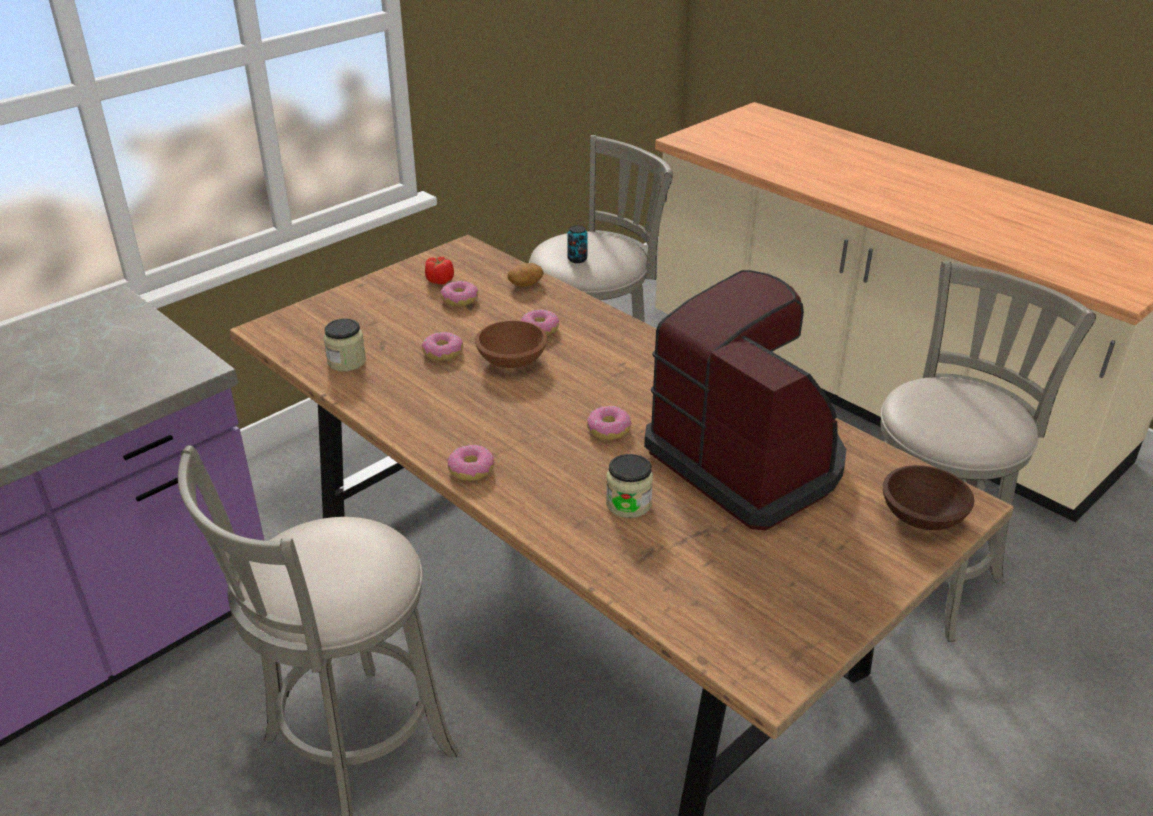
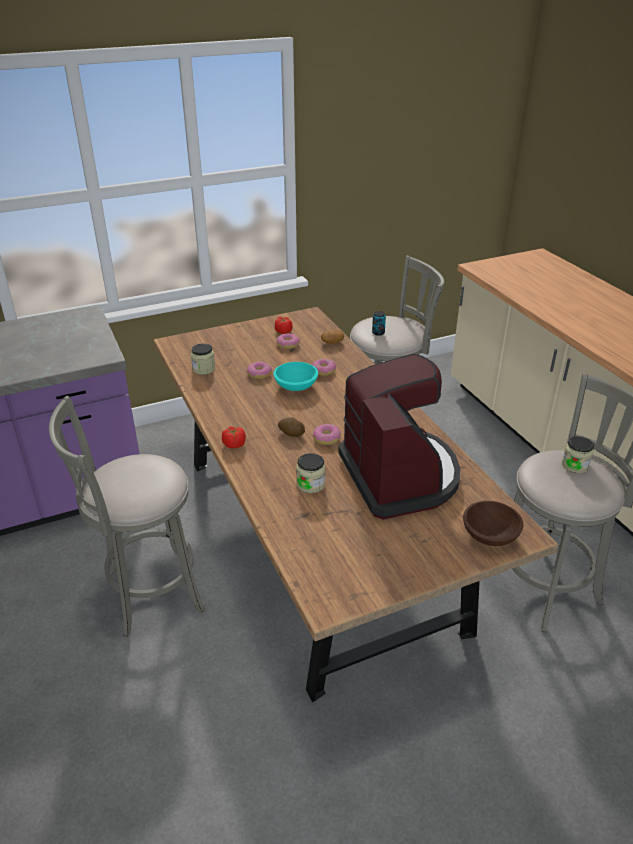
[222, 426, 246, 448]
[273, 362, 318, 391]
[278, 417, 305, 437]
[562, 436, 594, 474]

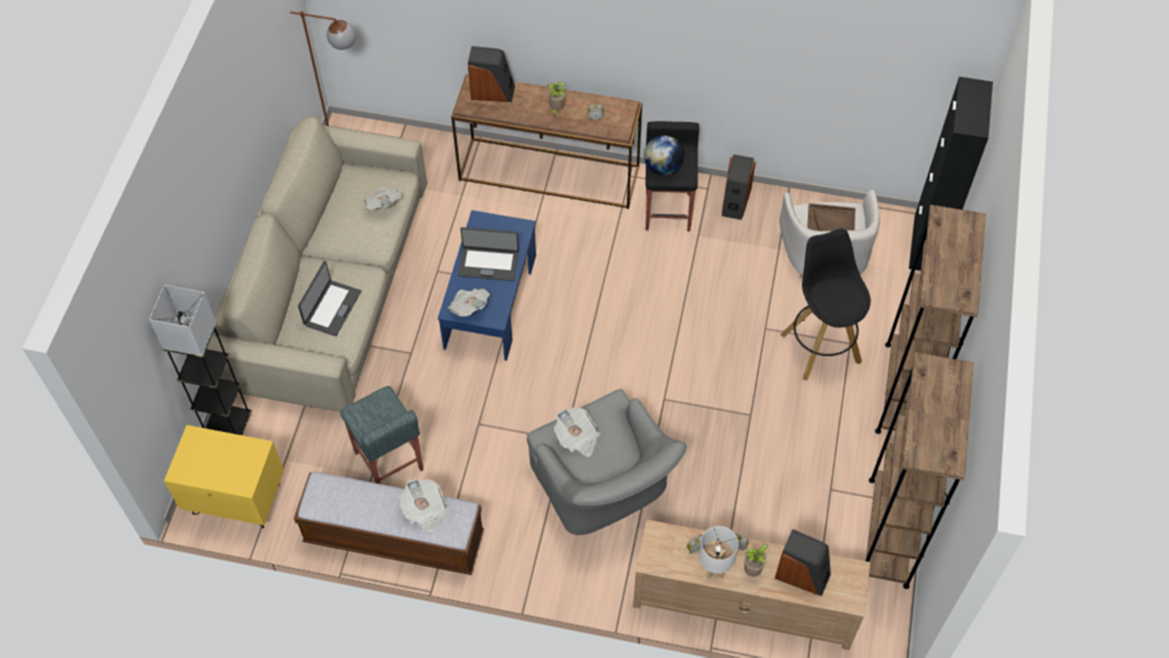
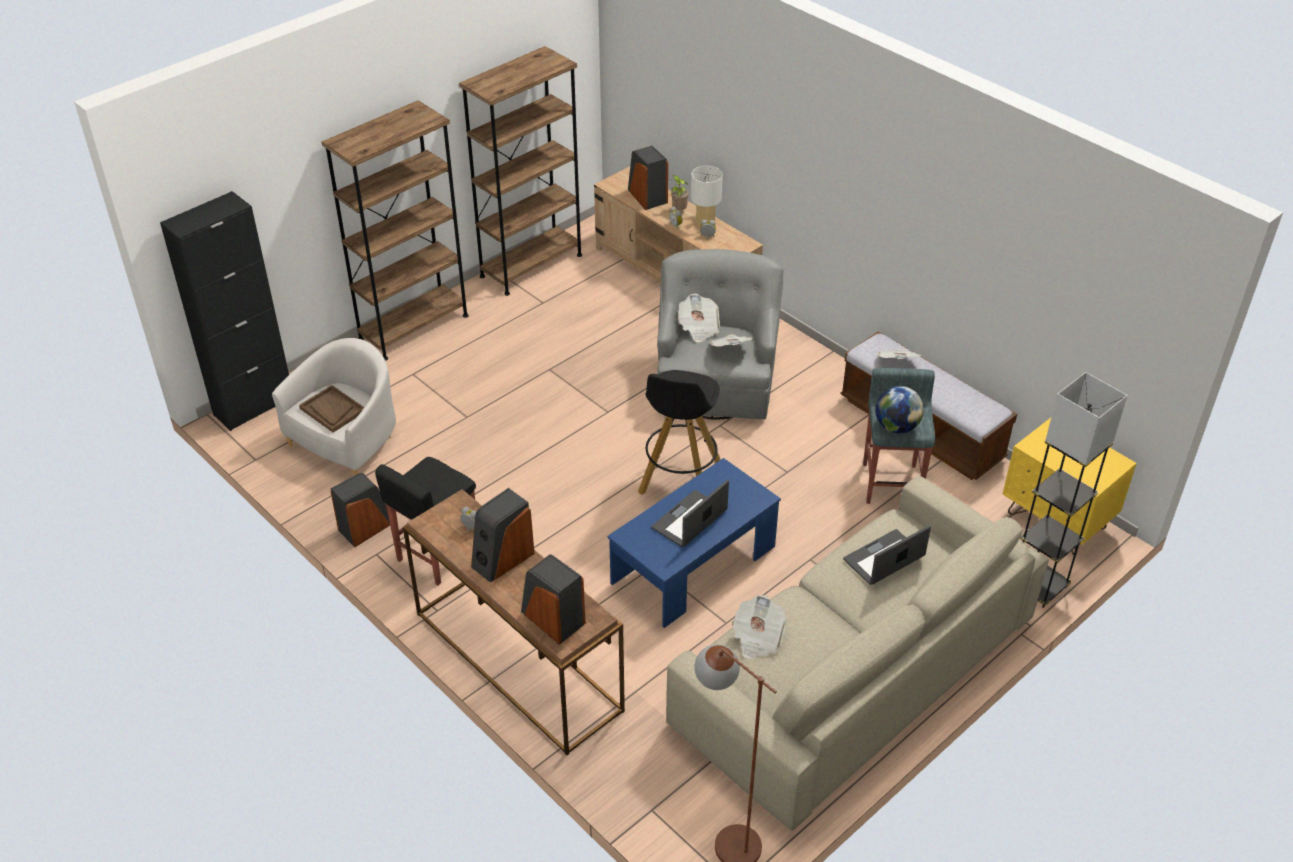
[677, 294, 720, 343]
[651, 480, 729, 547]
[471, 488, 535, 583]
[875, 386, 924, 434]
[638, 370, 721, 495]

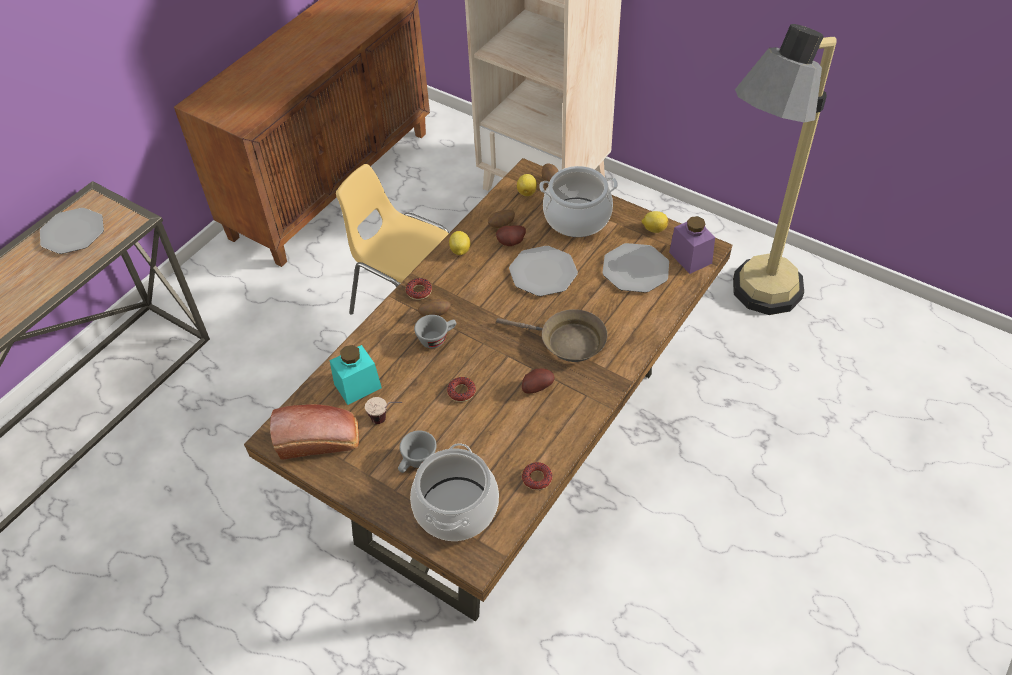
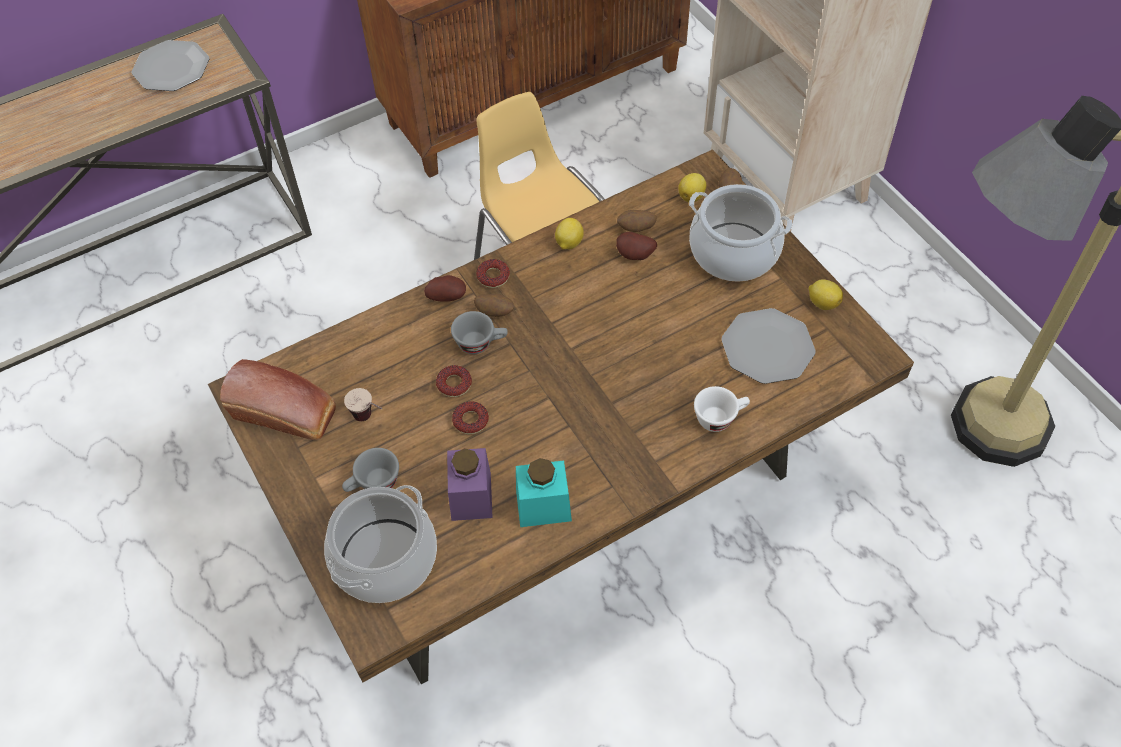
[516, 458, 572, 527]
[496, 309, 607, 362] (first image)
[509, 246, 578, 296] (first image)
[424, 275, 466, 301]
[436, 365, 472, 397]
[447, 448, 493, 521]
[694, 386, 750, 432]

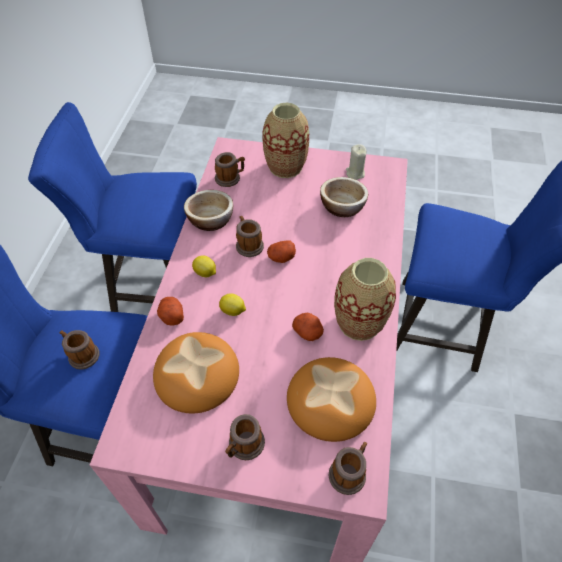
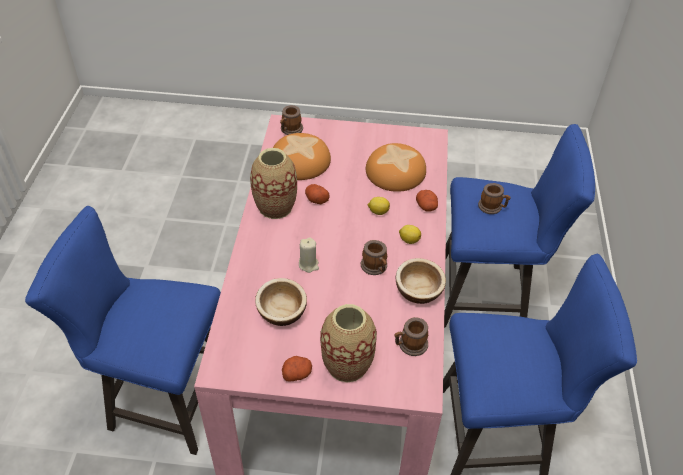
[225, 414, 265, 460] (first image)
[282, 356, 312, 382]
[299, 237, 319, 273]

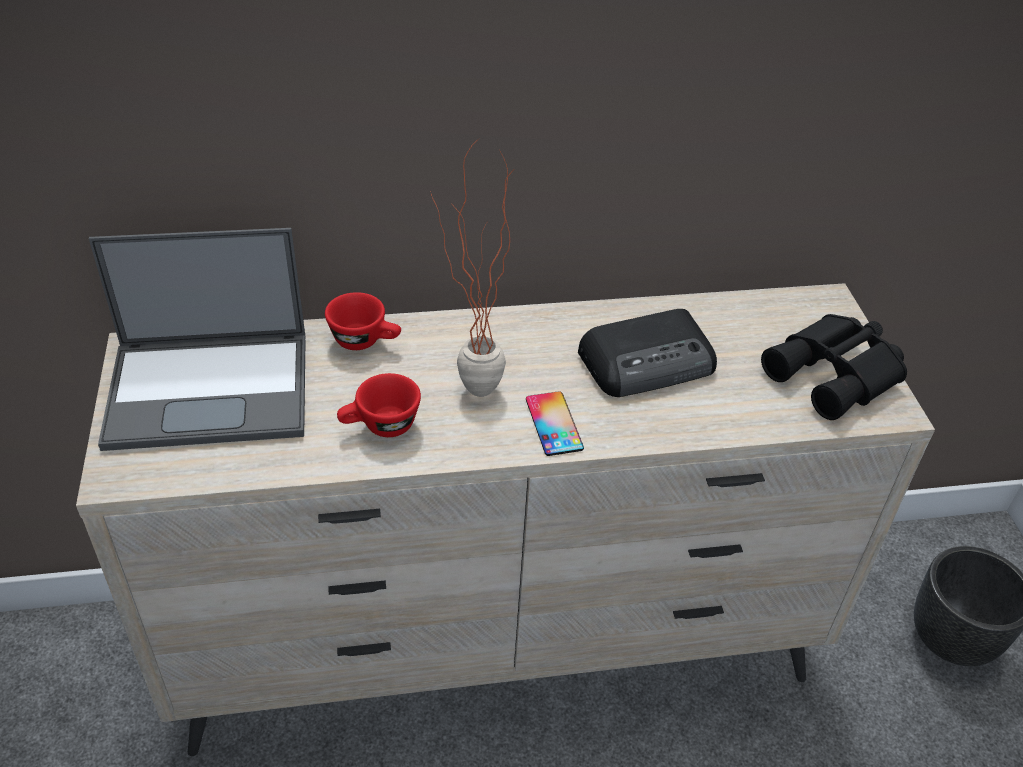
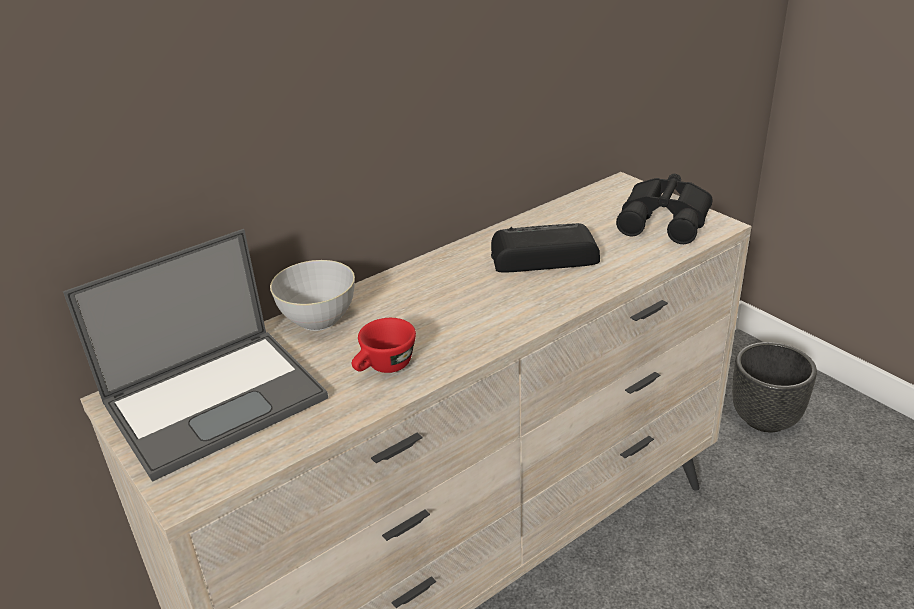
[270, 260, 355, 331]
[430, 144, 515, 397] (first image)
[526, 391, 584, 456] (first image)
[491, 223, 600, 272]

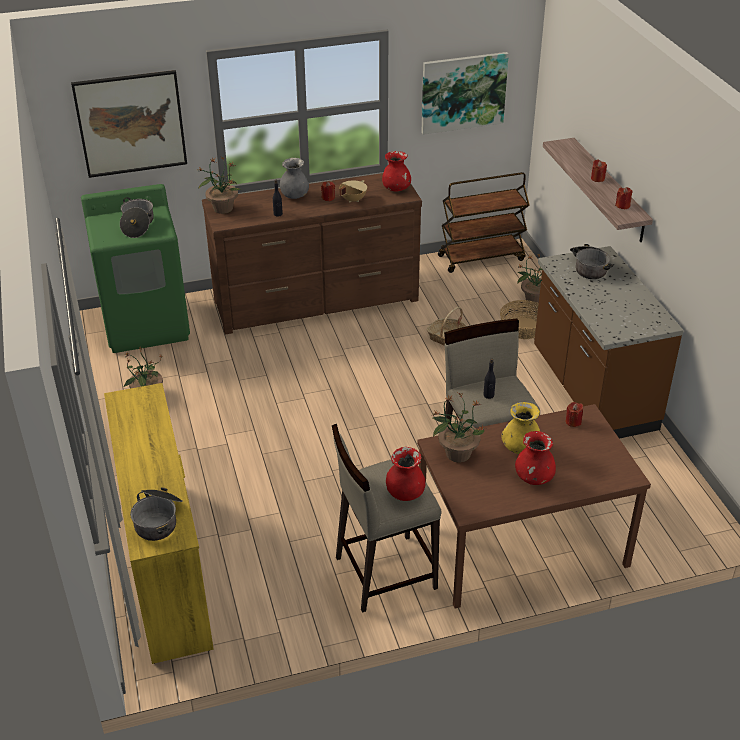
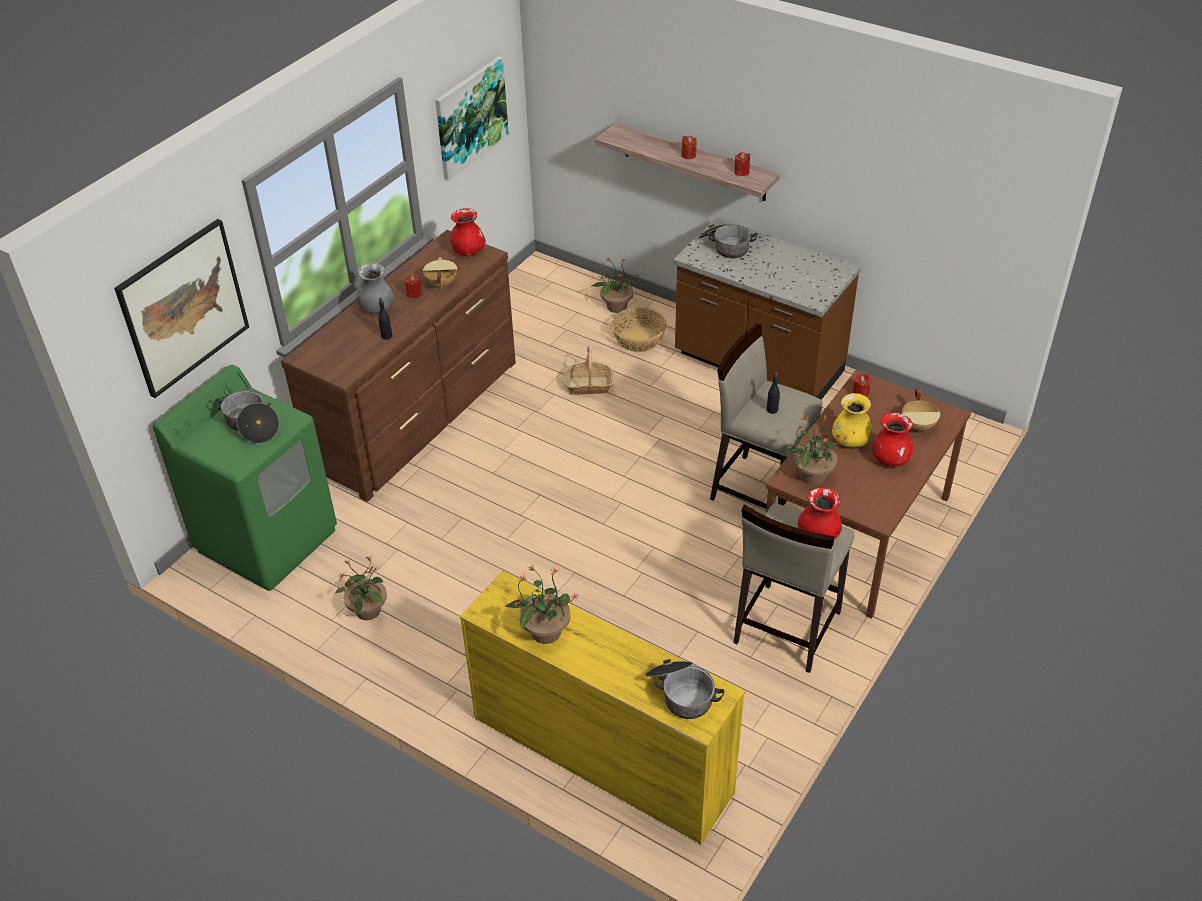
[505, 566, 578, 644]
[438, 172, 530, 273] (first image)
[902, 388, 940, 432]

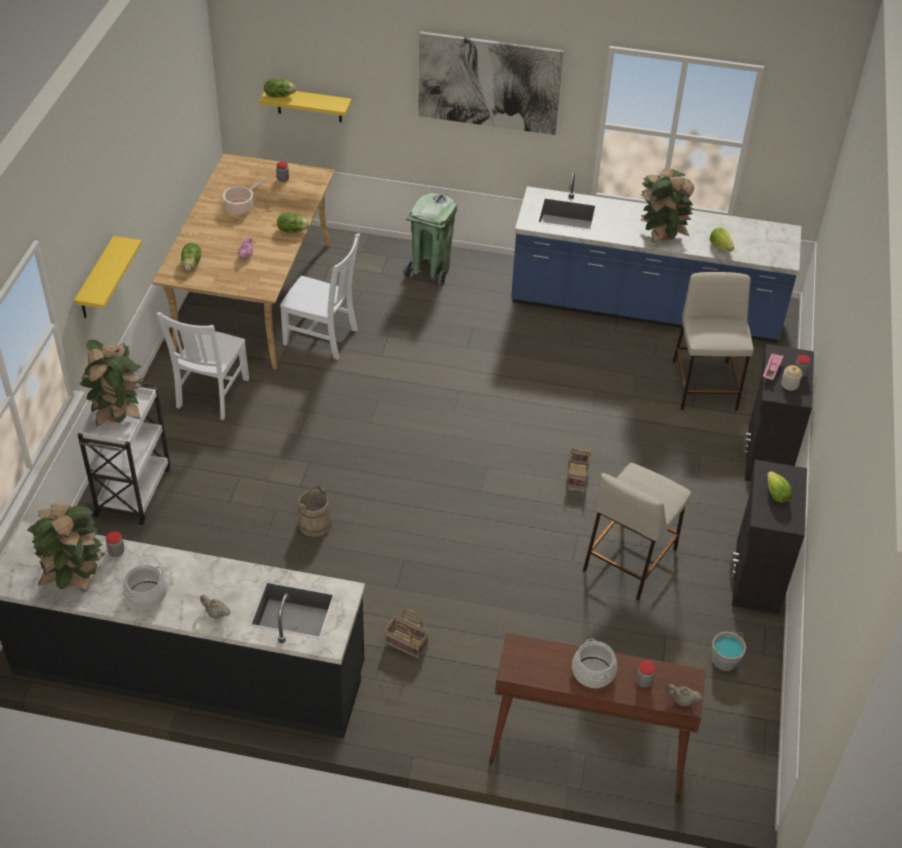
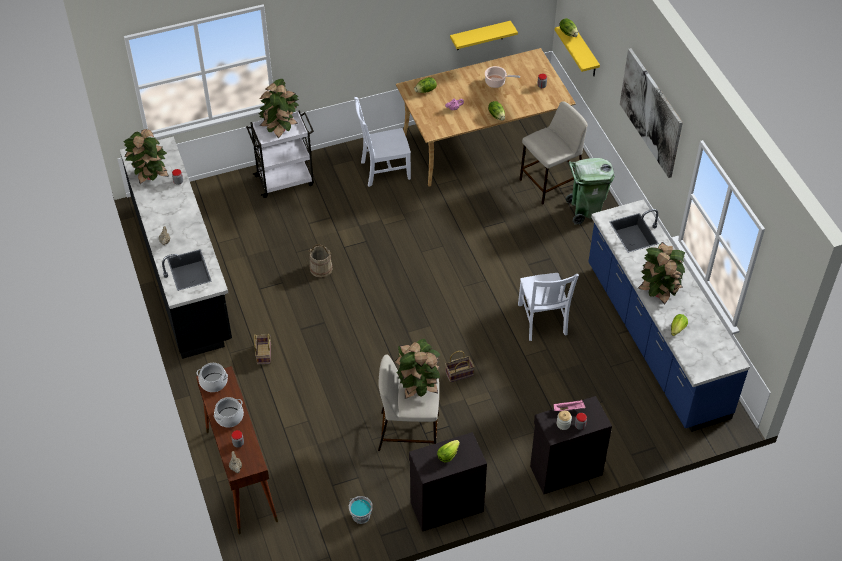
[450, 21, 518, 50]
[197, 363, 228, 392]
[518, 273, 579, 341]
[519, 101, 588, 205]
[394, 339, 441, 399]

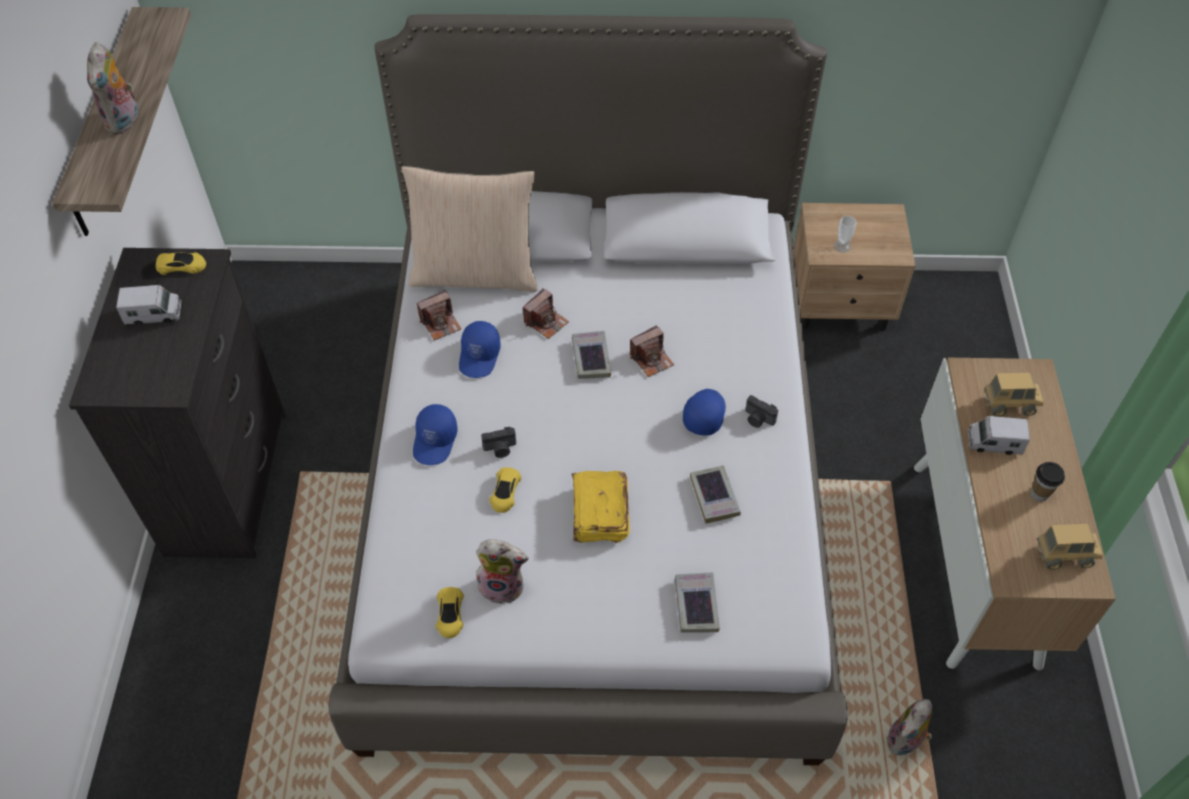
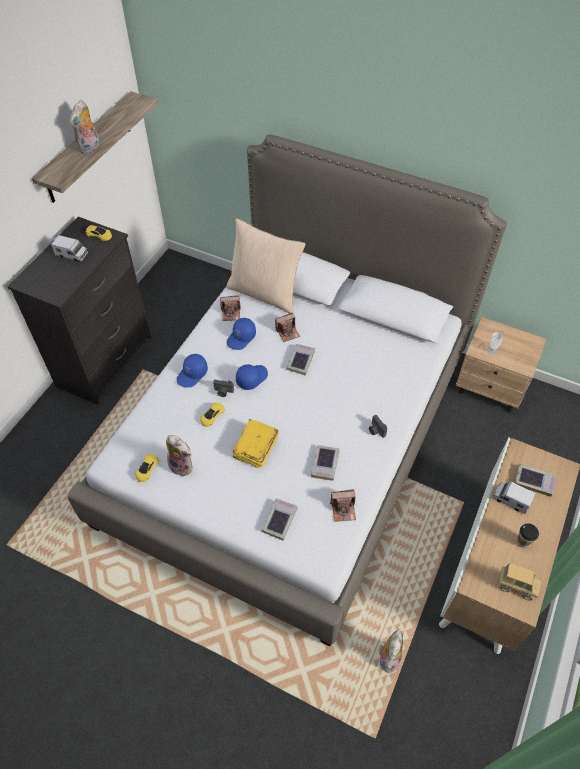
[330, 489, 356, 522]
[236, 364, 268, 390]
[379, 629, 403, 673]
[514, 464, 556, 497]

